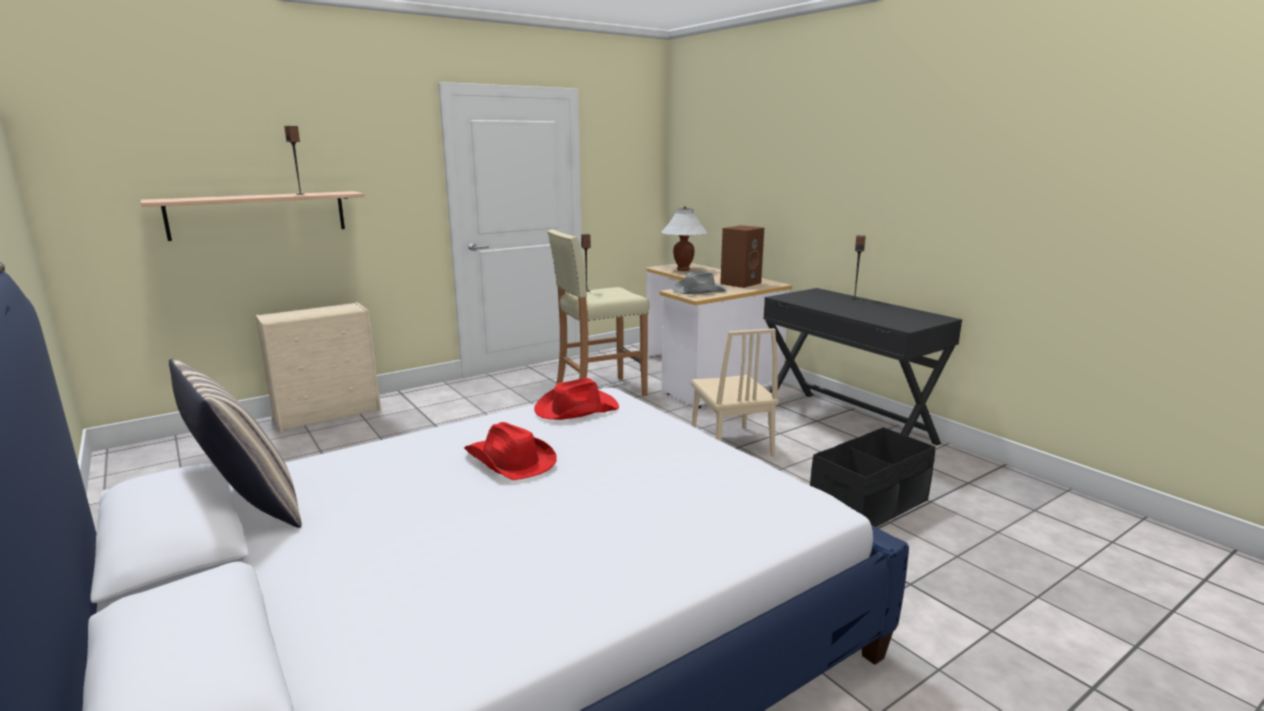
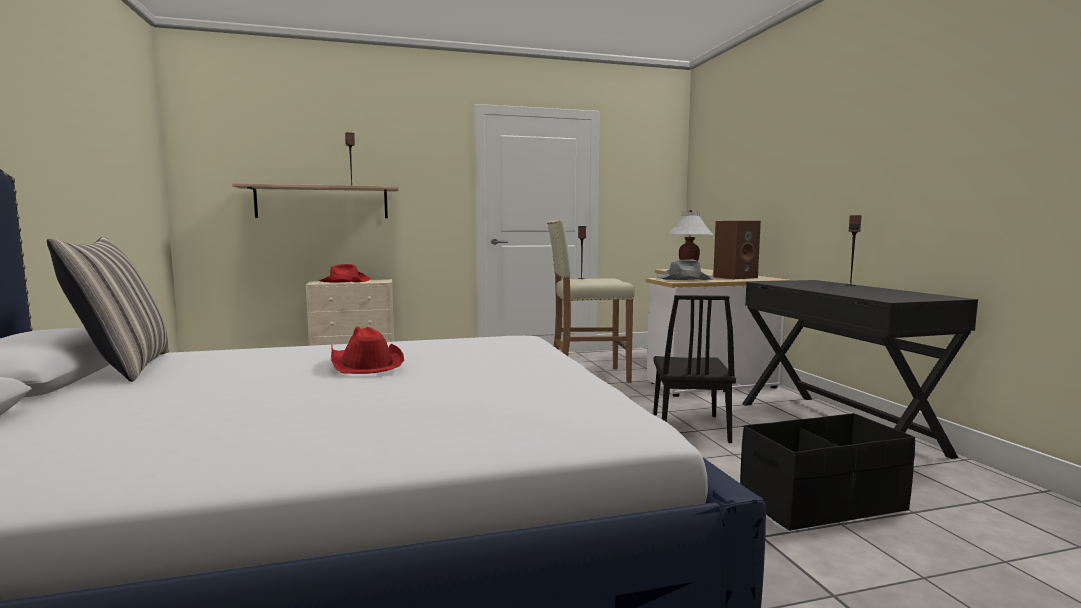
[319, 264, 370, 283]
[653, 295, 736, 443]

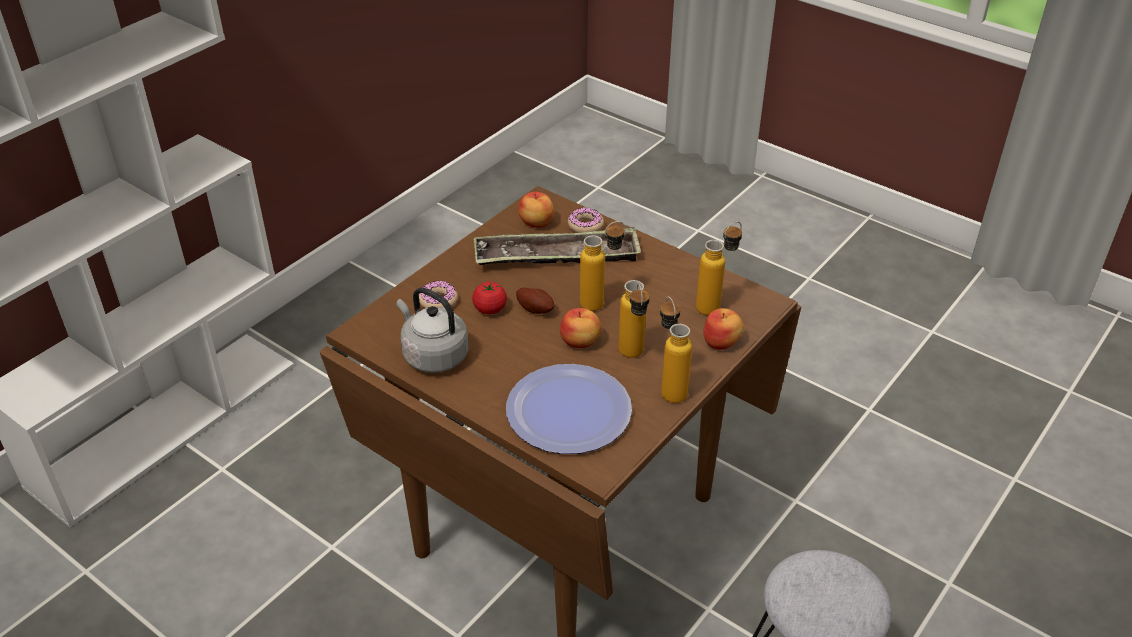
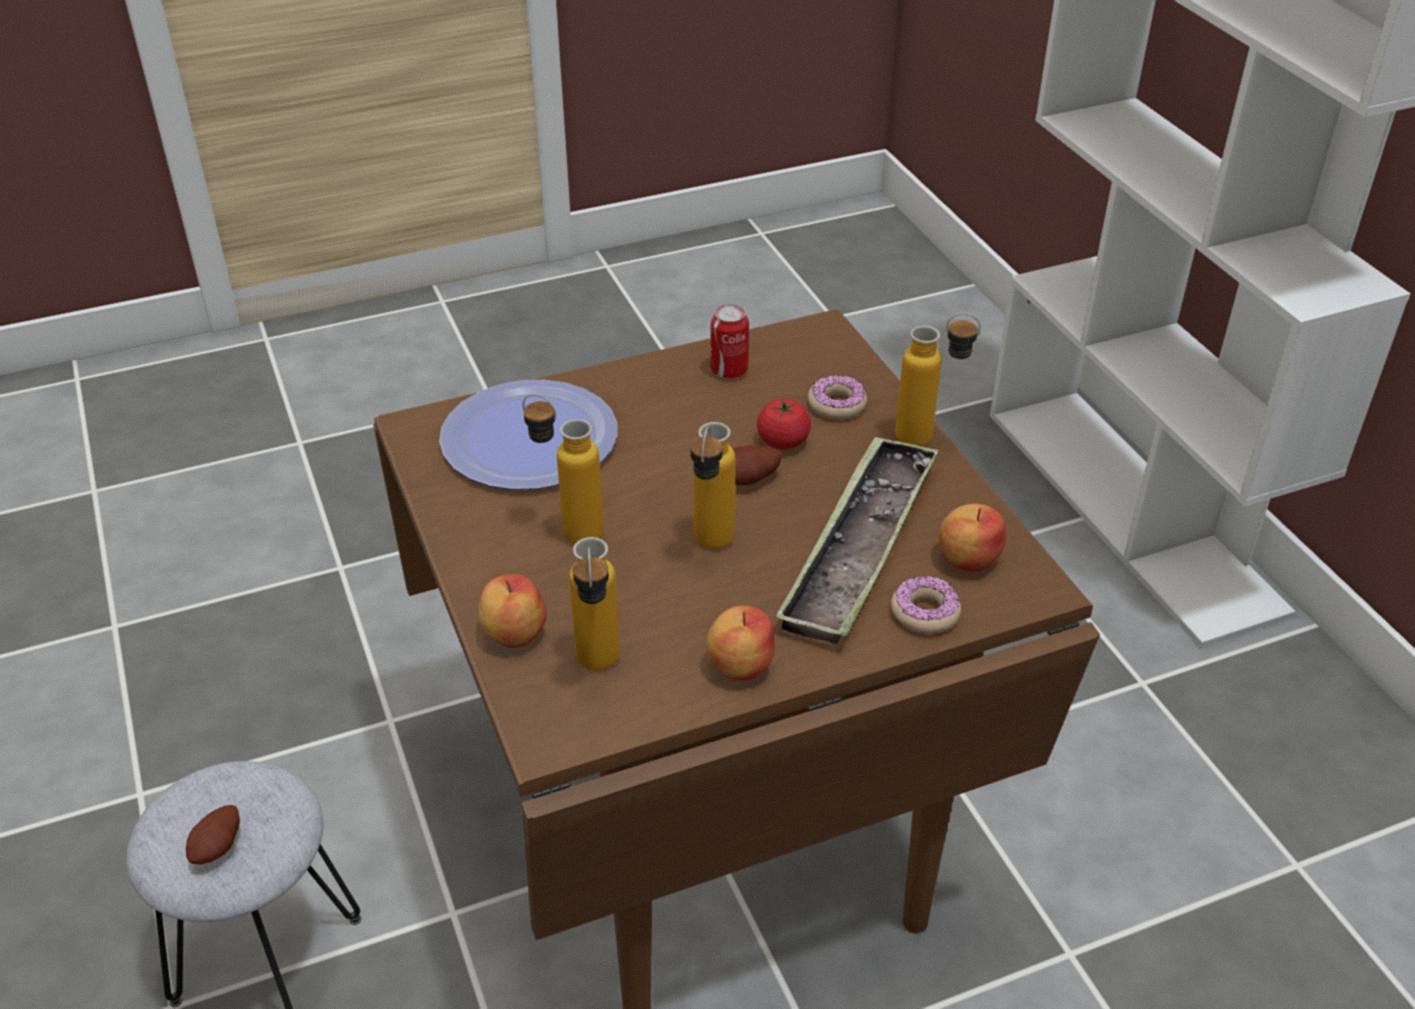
[710, 304, 749, 379]
[706, 605, 775, 681]
[895, 313, 981, 446]
[186, 805, 240, 864]

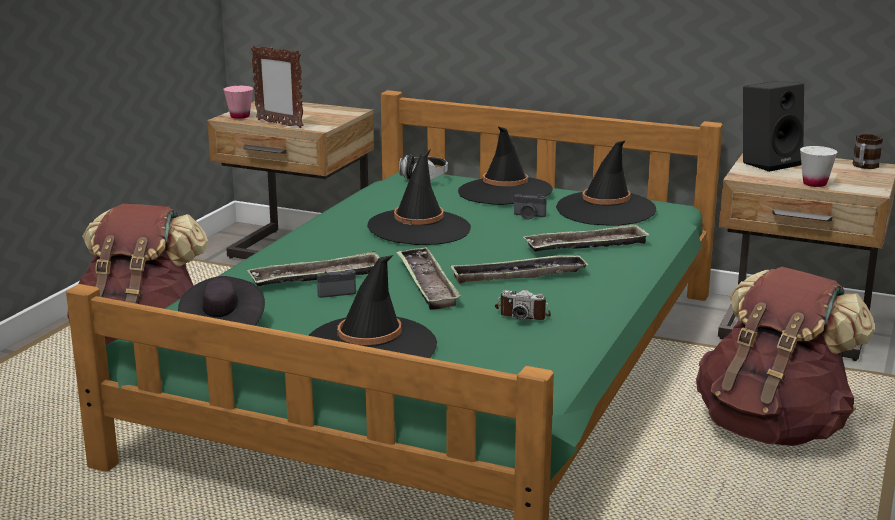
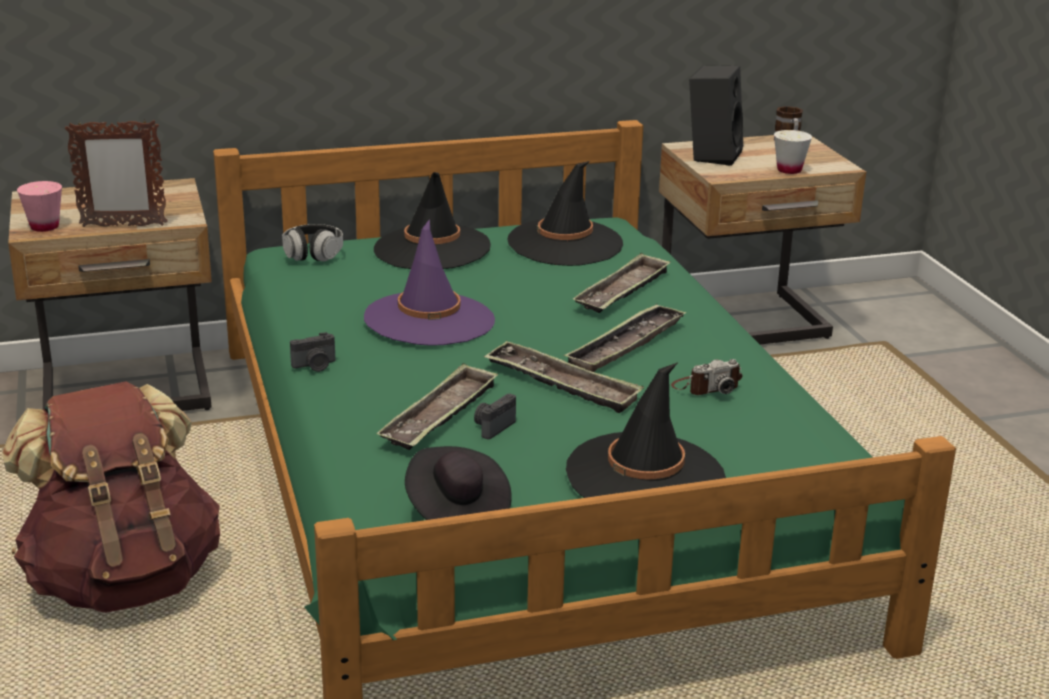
[364, 219, 495, 345]
[290, 332, 335, 372]
[696, 267, 875, 446] (first image)

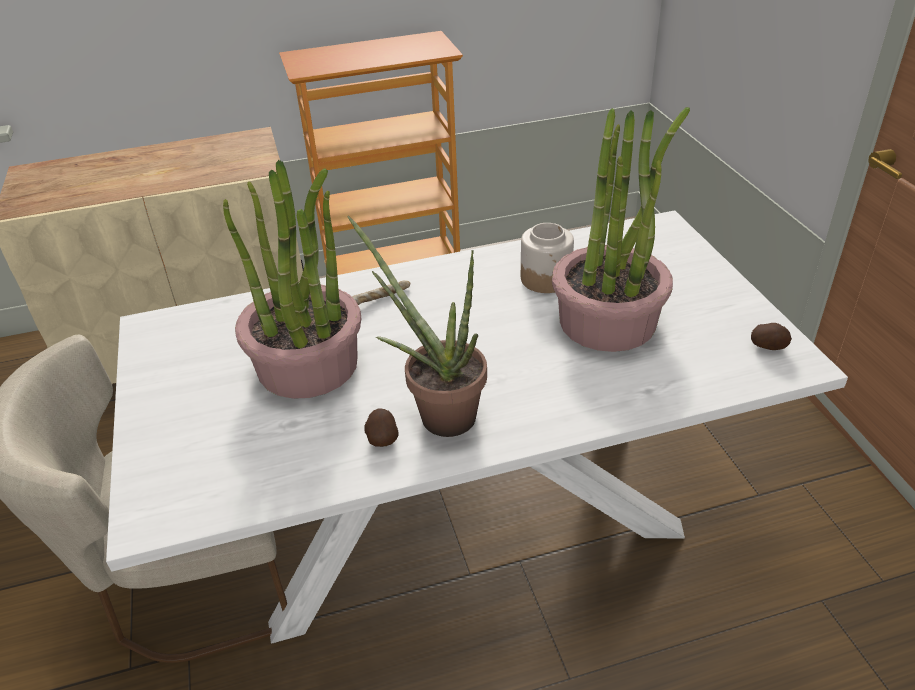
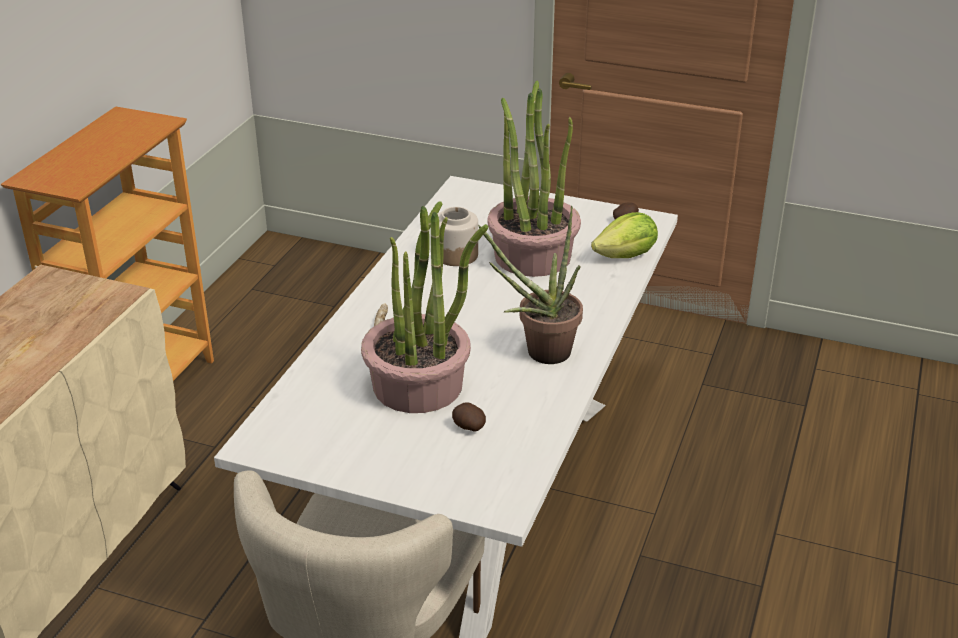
[452, 402, 486, 432]
[591, 212, 658, 258]

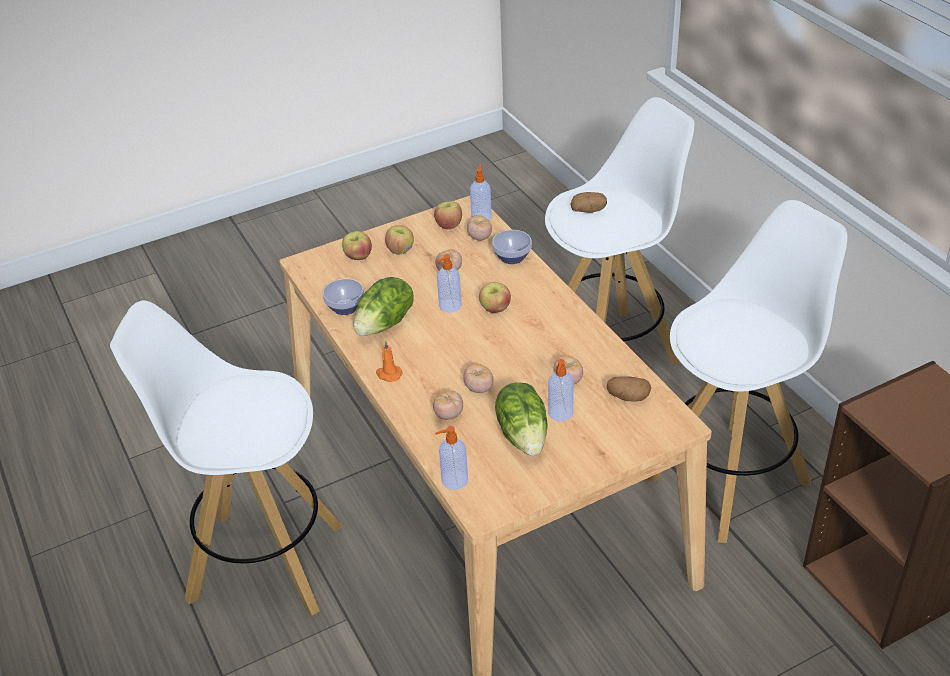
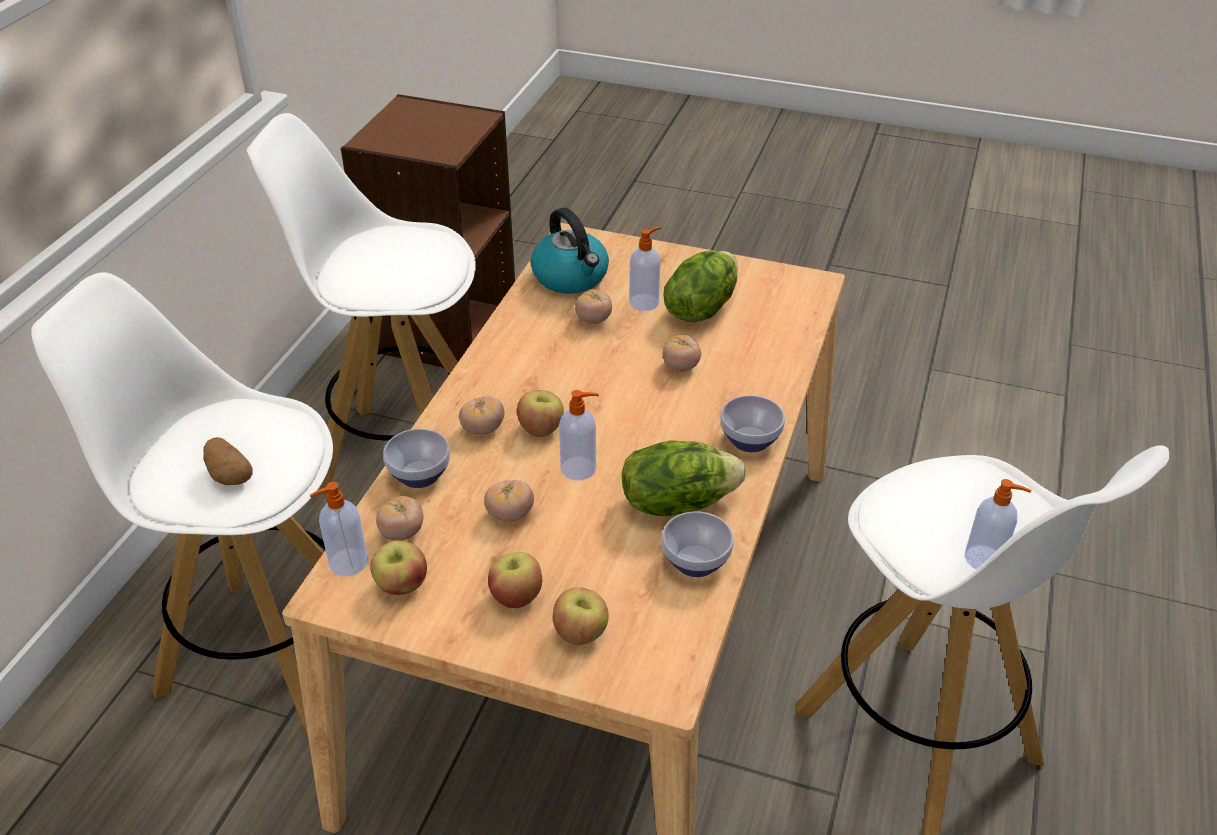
[720, 395, 785, 452]
[459, 396, 505, 435]
[965, 479, 1031, 569]
[531, 208, 609, 294]

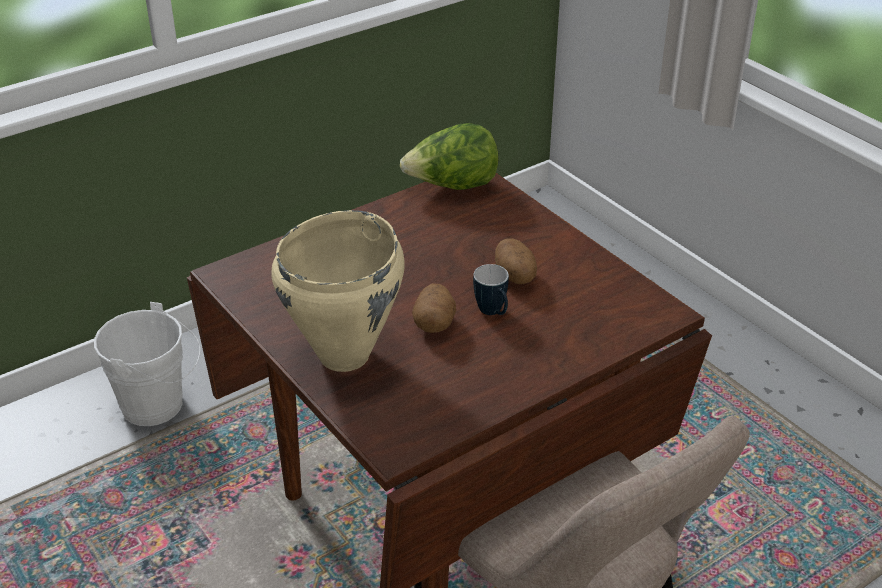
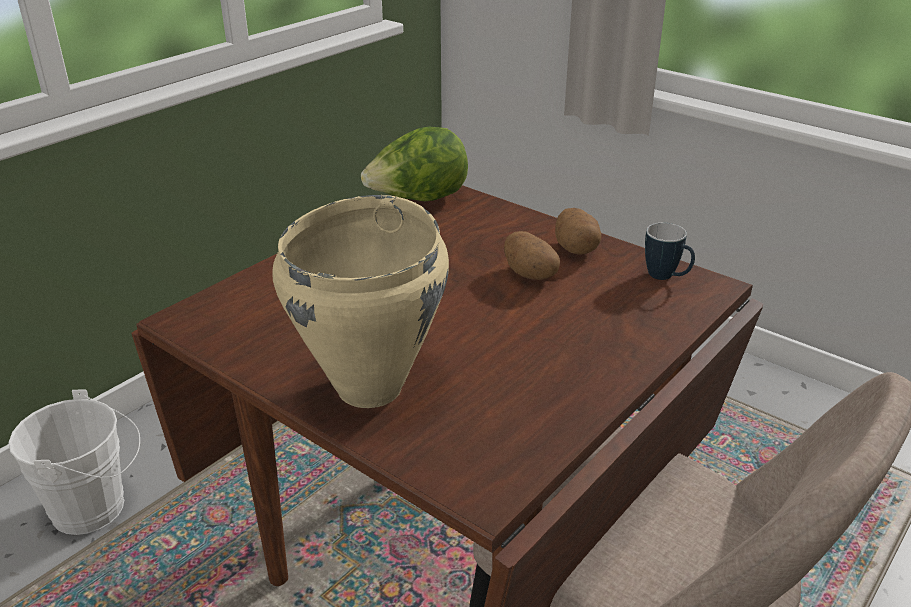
[555, 208, 601, 255]
[645, 223, 695, 280]

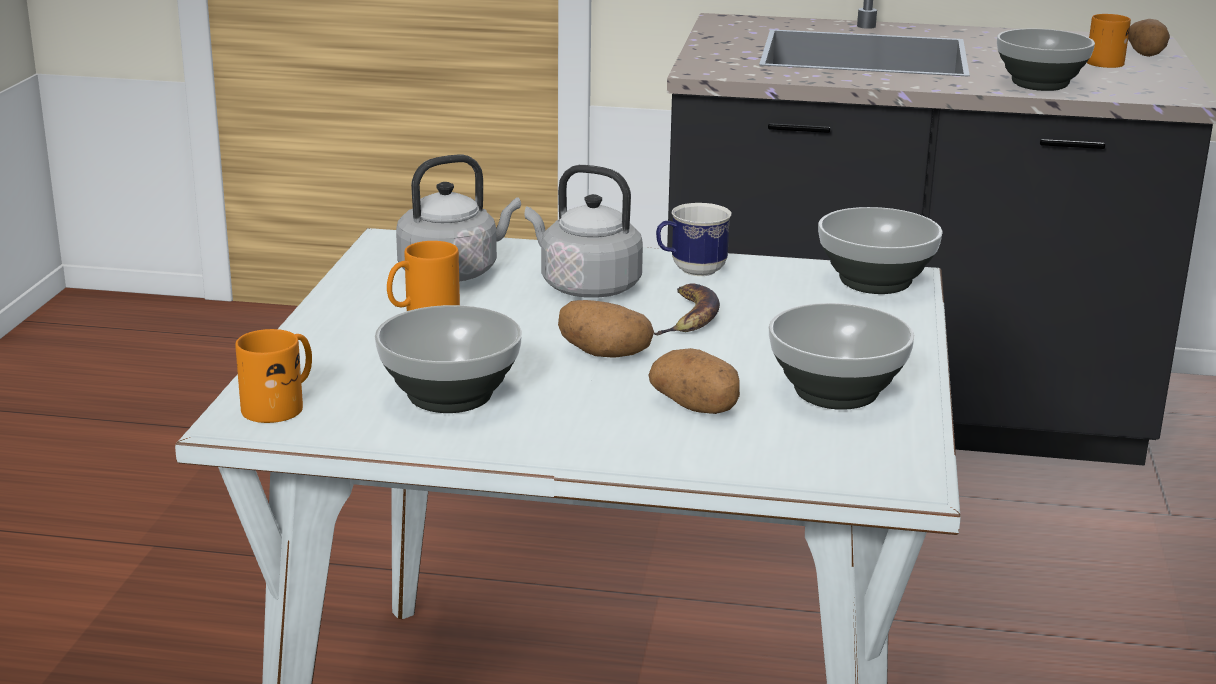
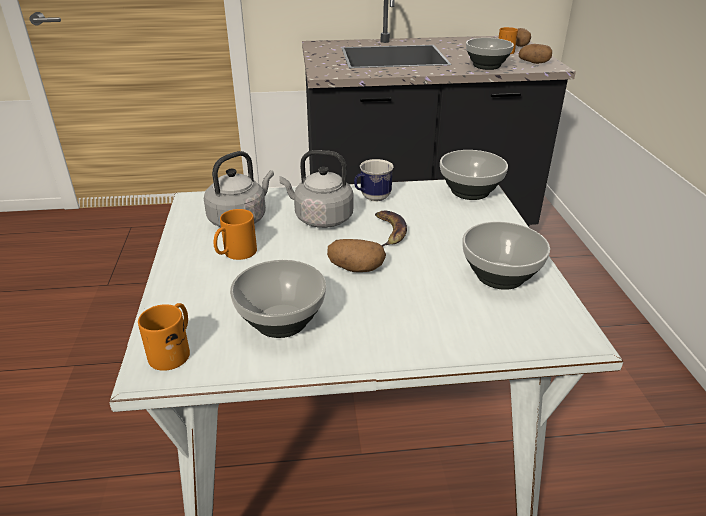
[518, 44, 552, 64]

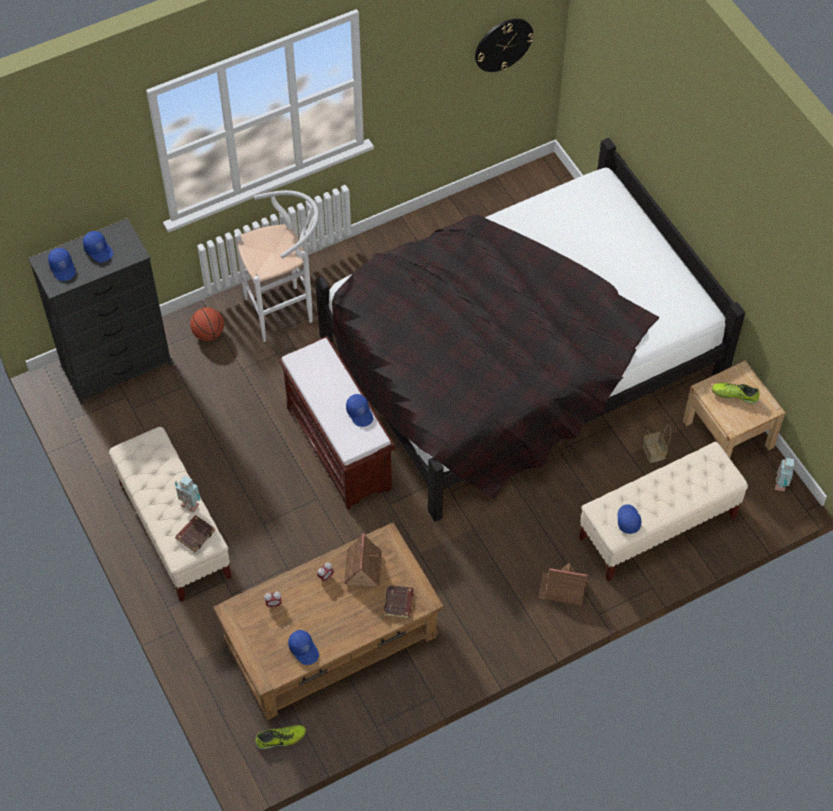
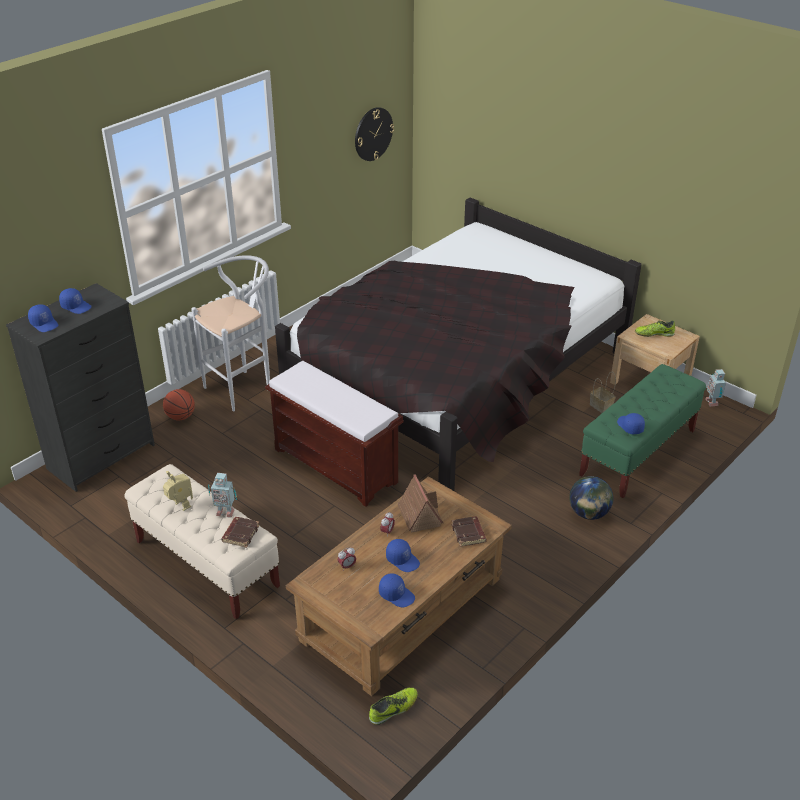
[386, 539, 420, 572]
[570, 476, 613, 520]
[579, 364, 706, 498]
[163, 471, 193, 511]

